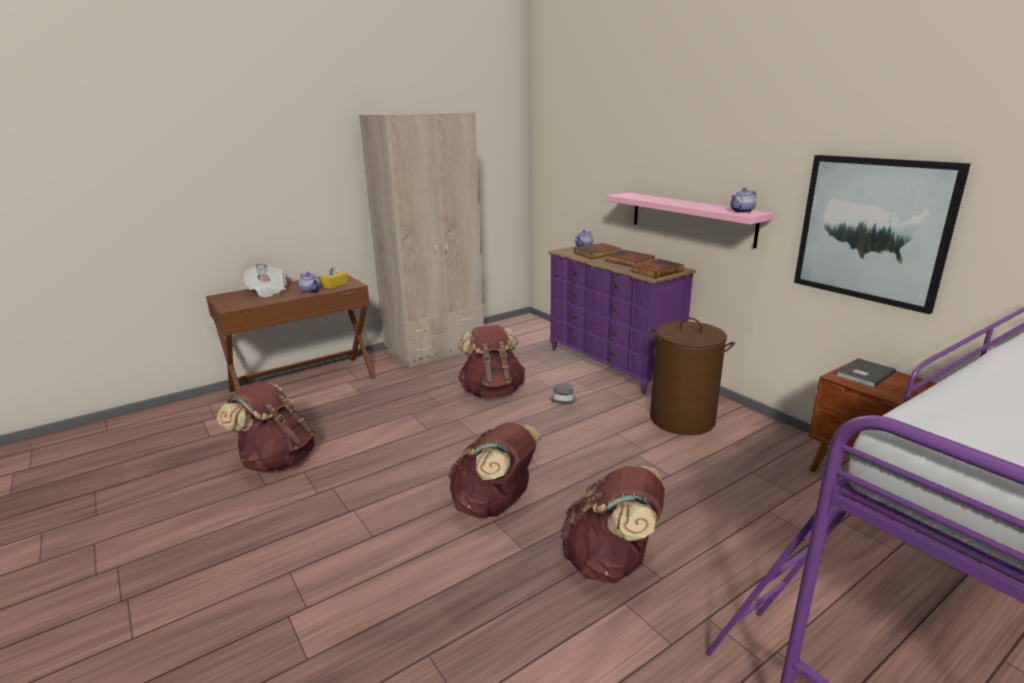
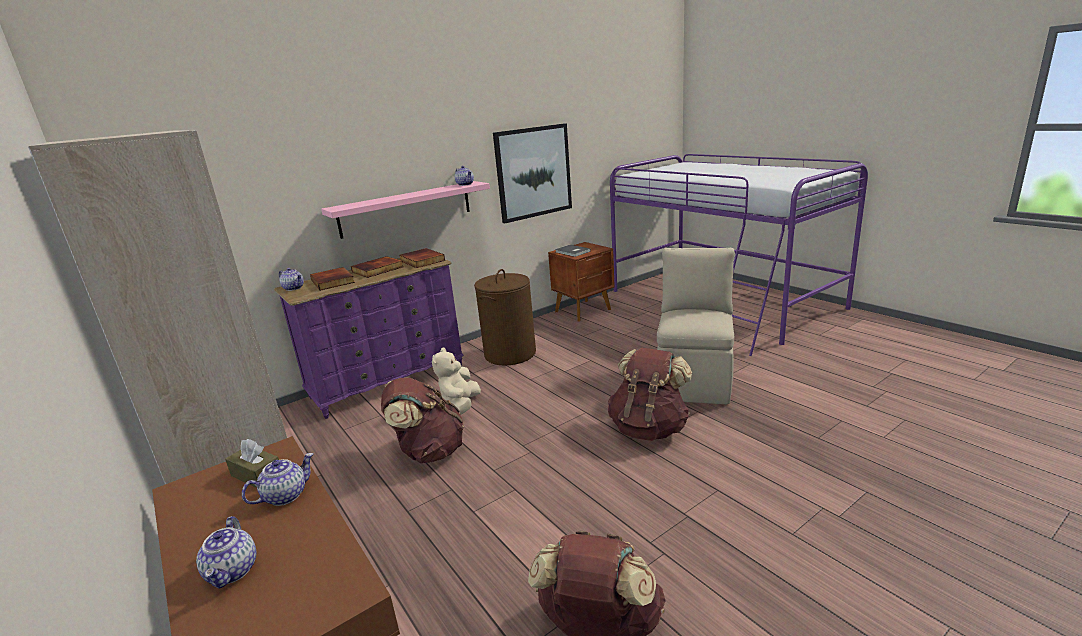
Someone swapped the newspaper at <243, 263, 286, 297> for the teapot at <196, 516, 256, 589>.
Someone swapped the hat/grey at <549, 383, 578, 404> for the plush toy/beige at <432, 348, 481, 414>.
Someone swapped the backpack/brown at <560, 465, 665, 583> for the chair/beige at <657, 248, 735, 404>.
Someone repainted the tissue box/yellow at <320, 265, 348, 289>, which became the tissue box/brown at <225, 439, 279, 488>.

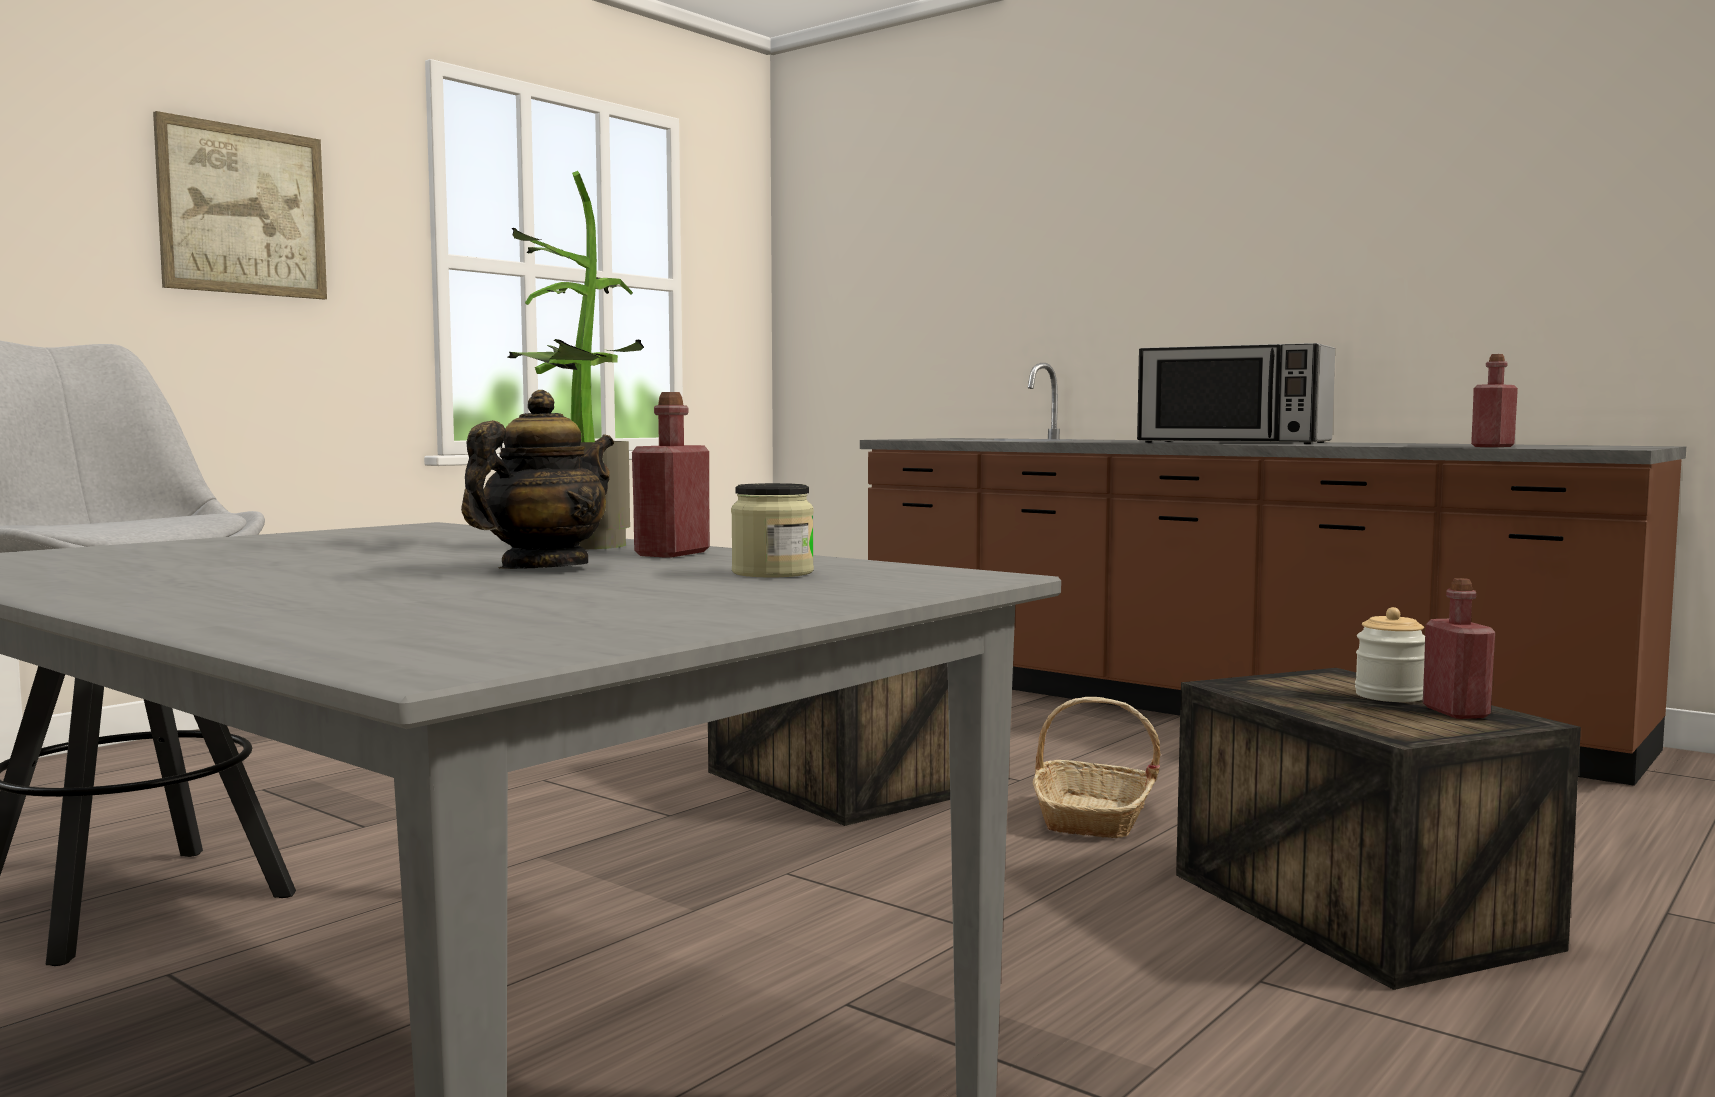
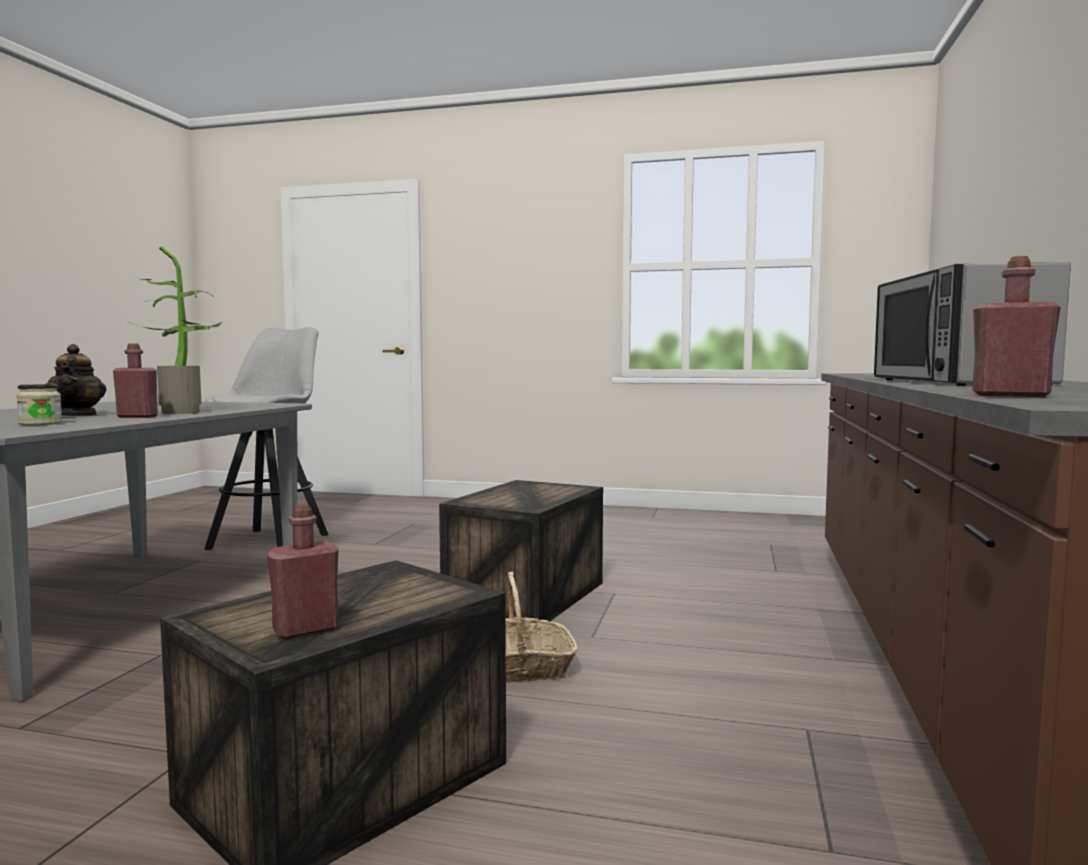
Someone took away the picture at <153, 111, 327, 299>.
Someone took away the jar at <1355, 607, 1425, 702>.
Someone rotated the teapot at <461, 390, 614, 569> by 60 degrees clockwise.

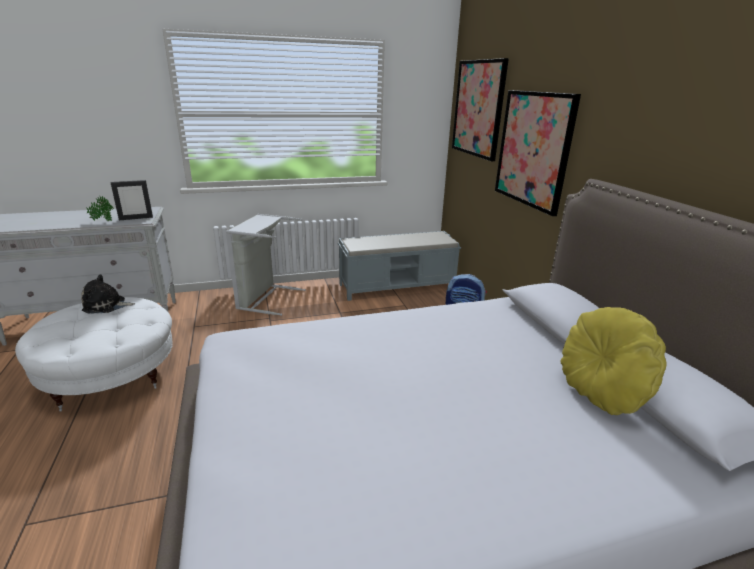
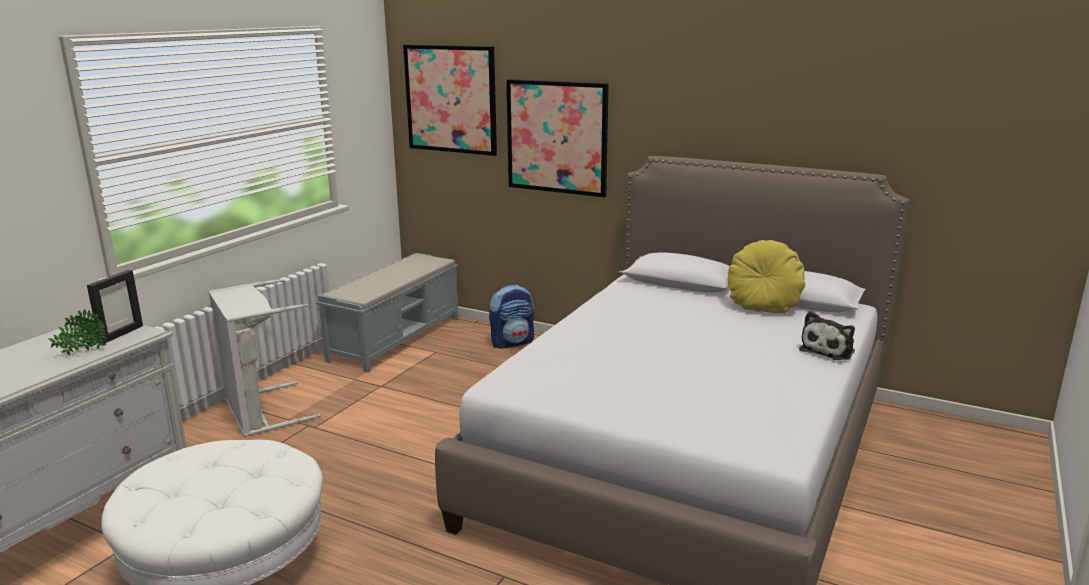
Someone carried the plush toy from <81, 274, 135, 313> to <799, 311, 855, 360>.

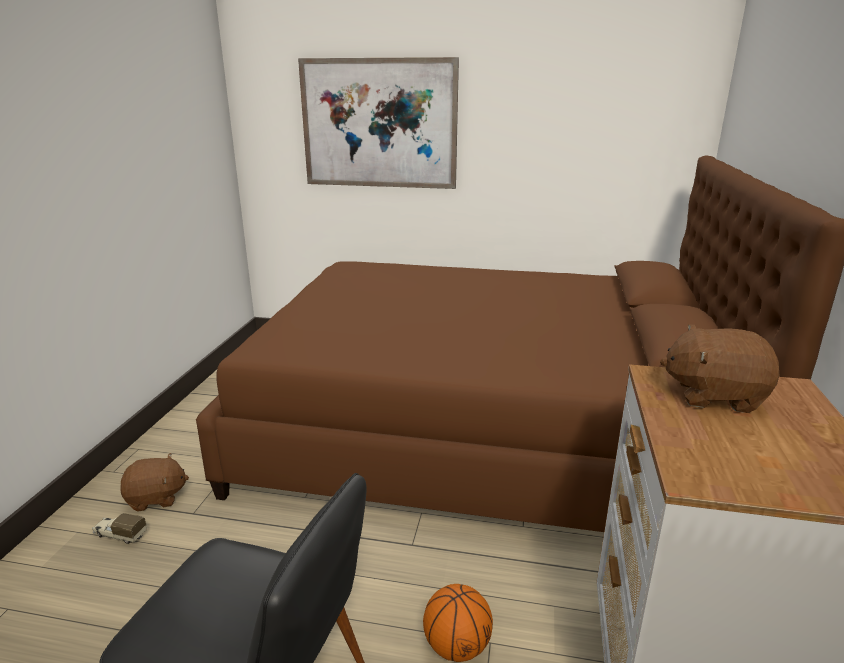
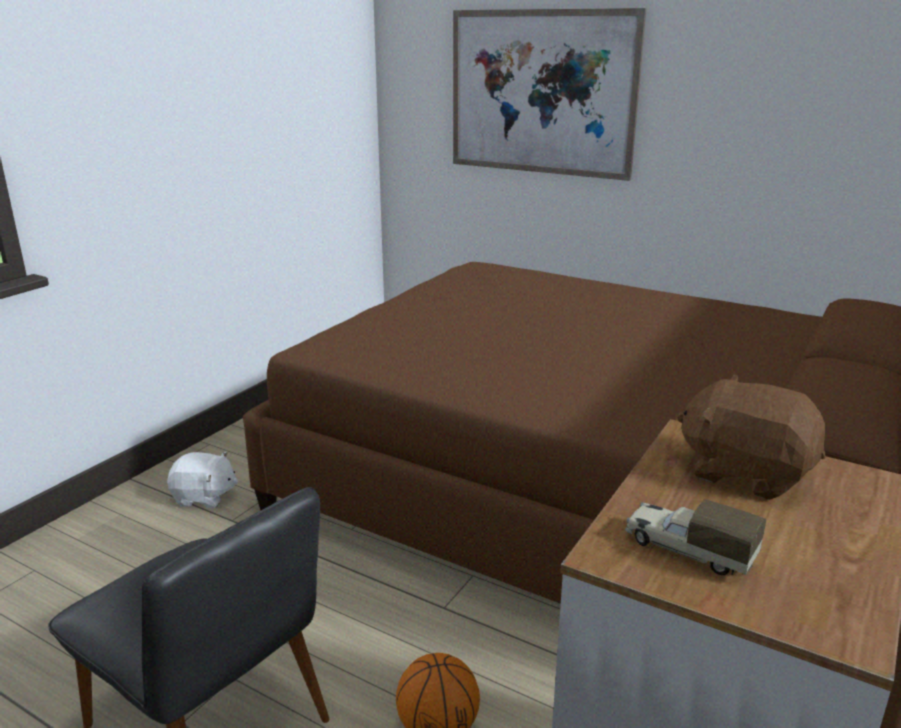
Someone carried the toy truck from <92, 513, 147, 544> to <625, 500, 766, 575>.
Someone repainted the plush toy/brown at <121, 453, 189, 512>, which became the plush toy/white at <167, 451, 238, 508>.

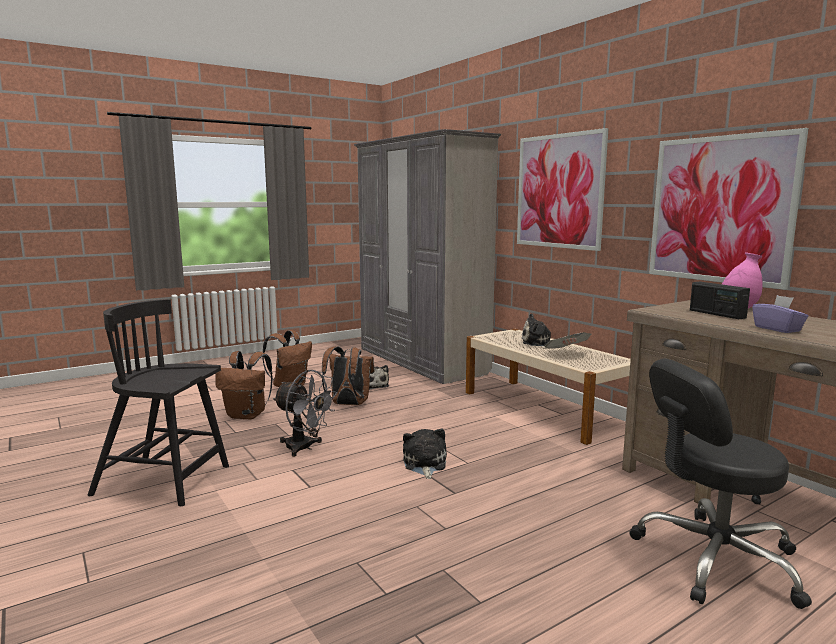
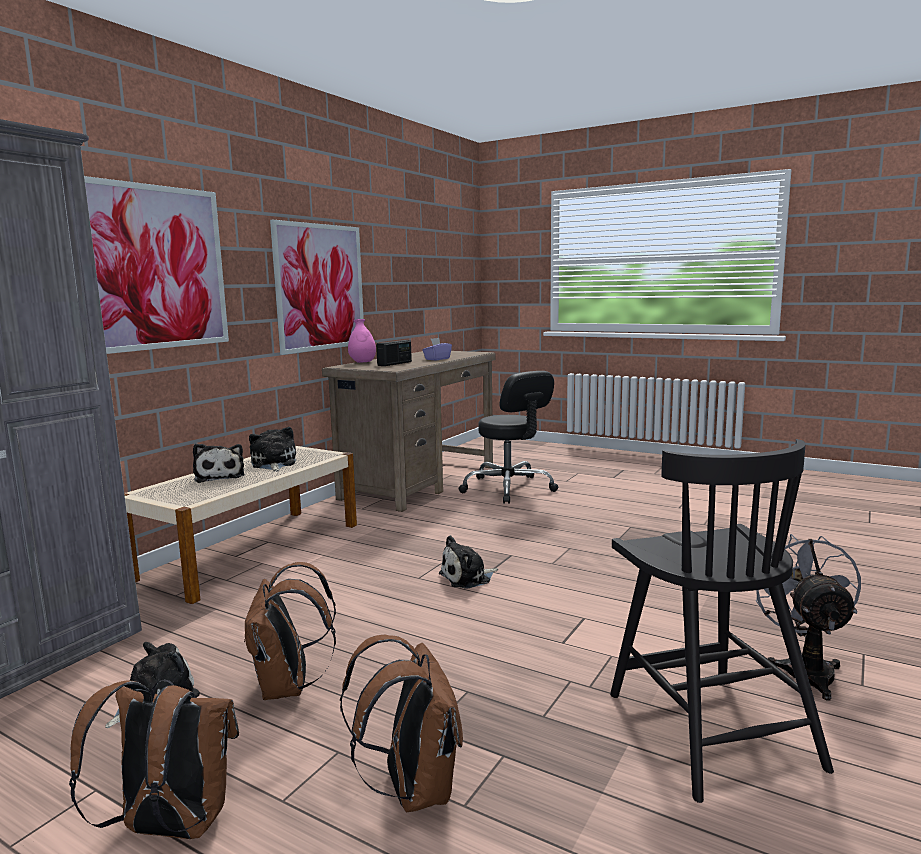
Someone carried the fan/grey from <273, 370, 337, 457> to <756, 534, 861, 701>.
Someone swapped the newspaper at <544, 332, 592, 349> for the plush toy at <249, 427, 296, 472>.

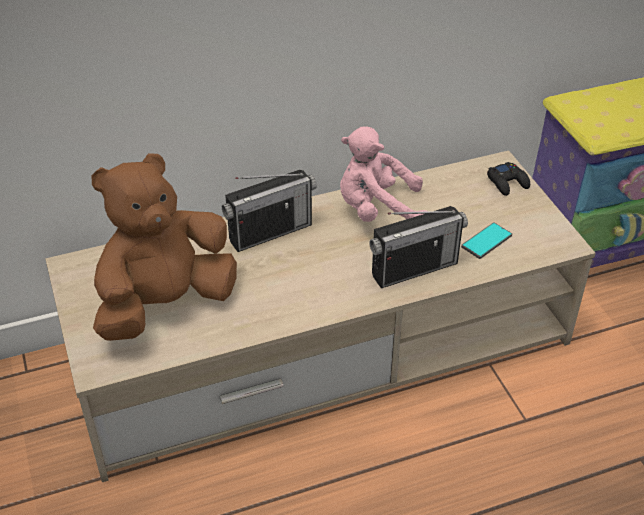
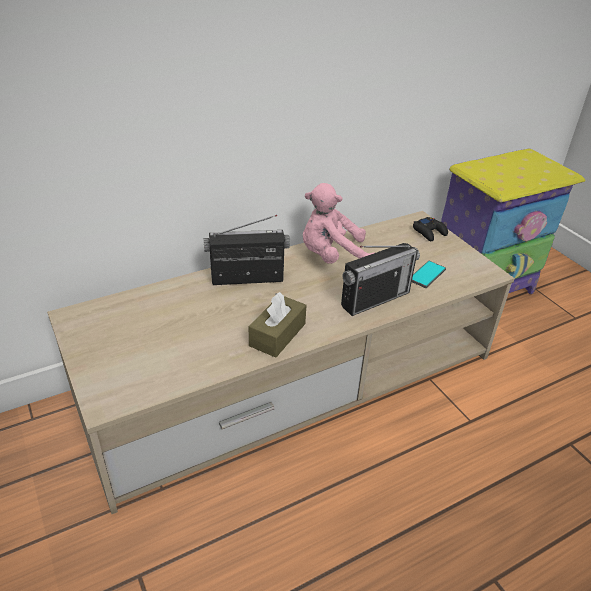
Someone took away the plush toy/brown at <92, 153, 237, 341>.
Someone put down the tissue box/brown at <249, 292, 306, 358>.
Someone rotated the radio at <222, 170, 317, 252> by 150 degrees counterclockwise.

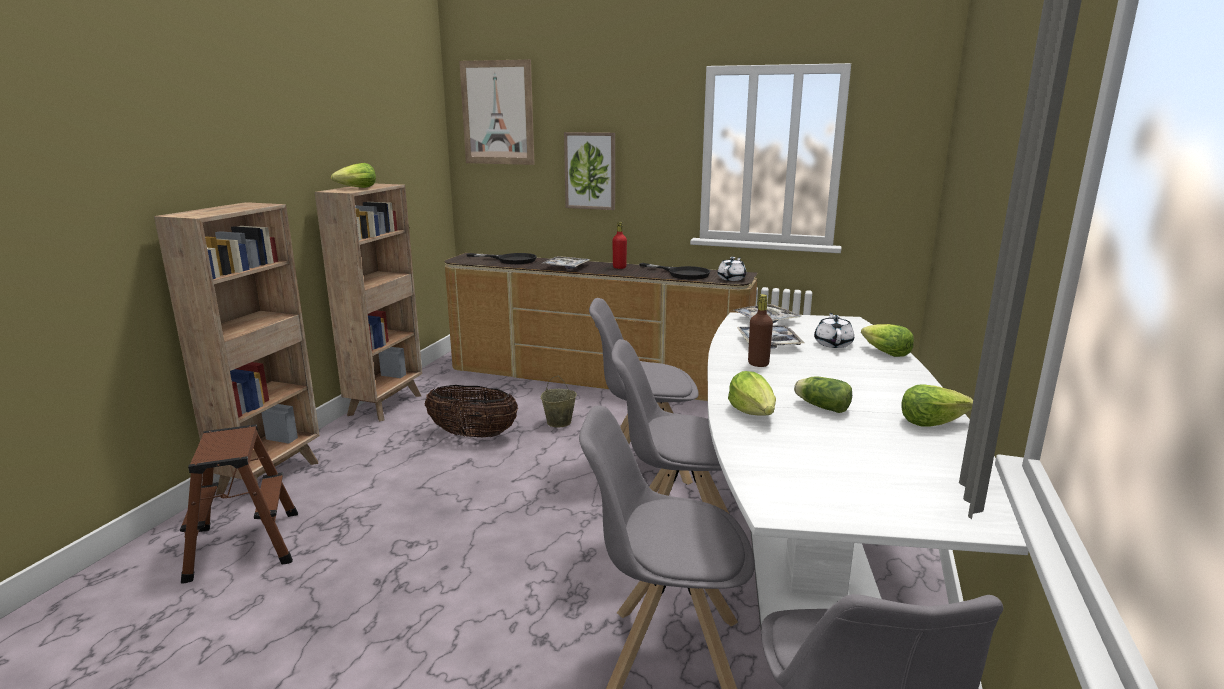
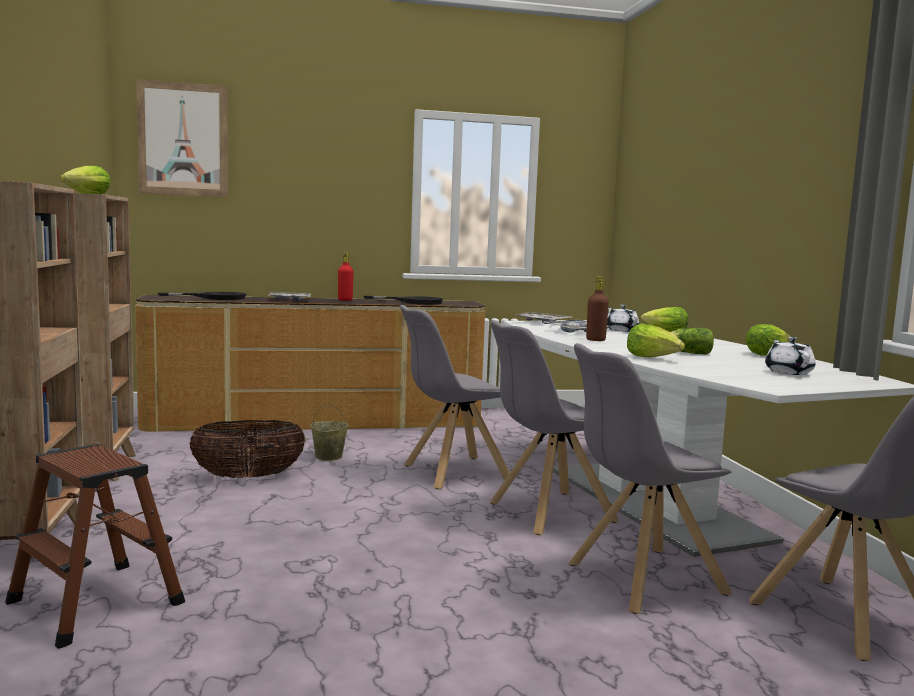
Someone took away the picture at <564, 132, 615, 210>.
Someone carried the teapot/white from <717, 257, 746, 281> to <765, 337, 815, 375>.

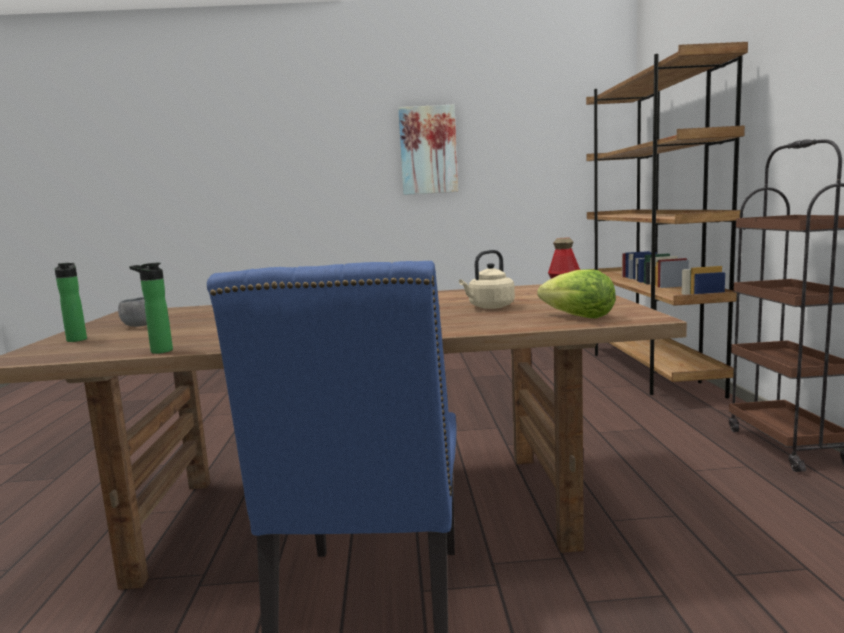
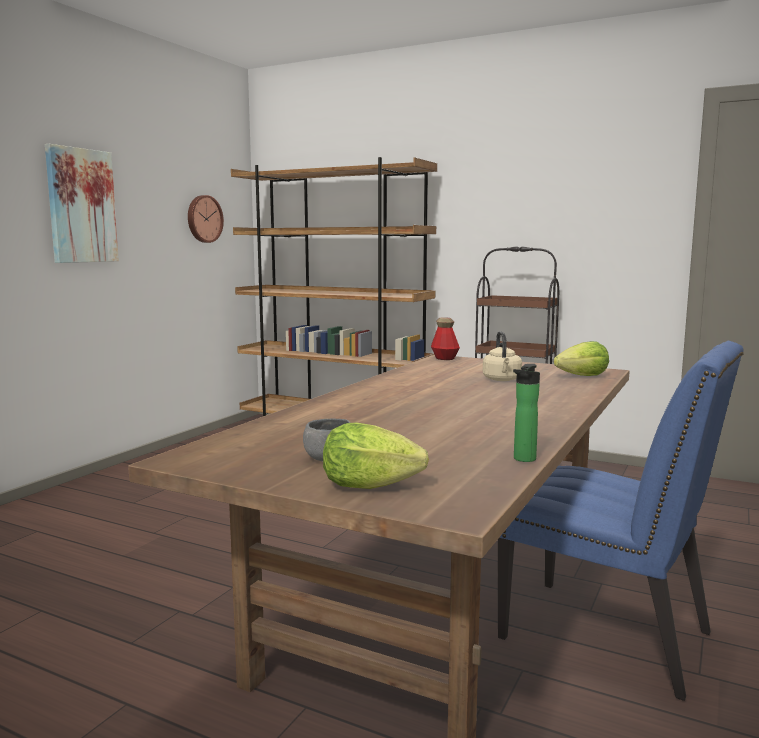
Someone put up the wall clock at <188, 195, 224, 243>.
Someone swapped the bottle at <55, 263, 87, 342> for the lettuce at <323, 422, 429, 489>.

